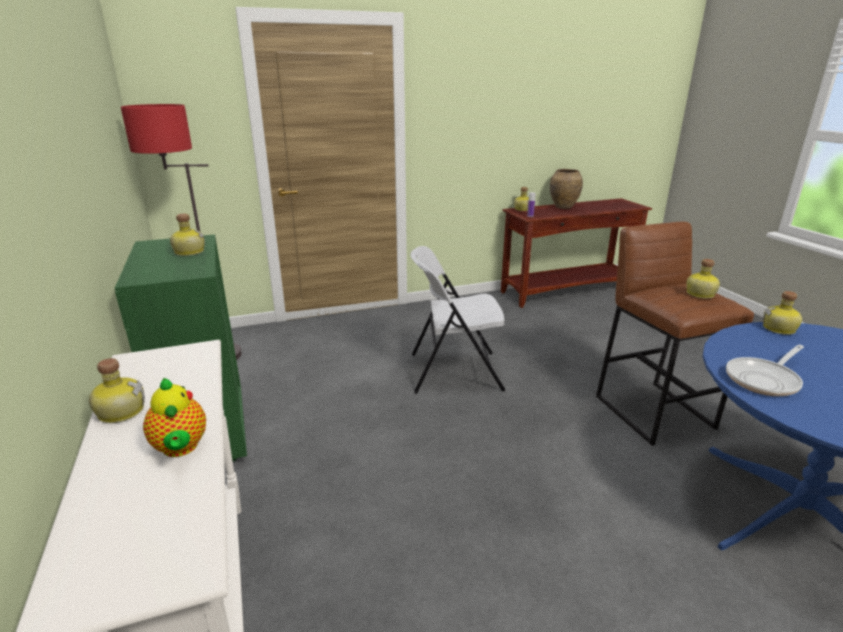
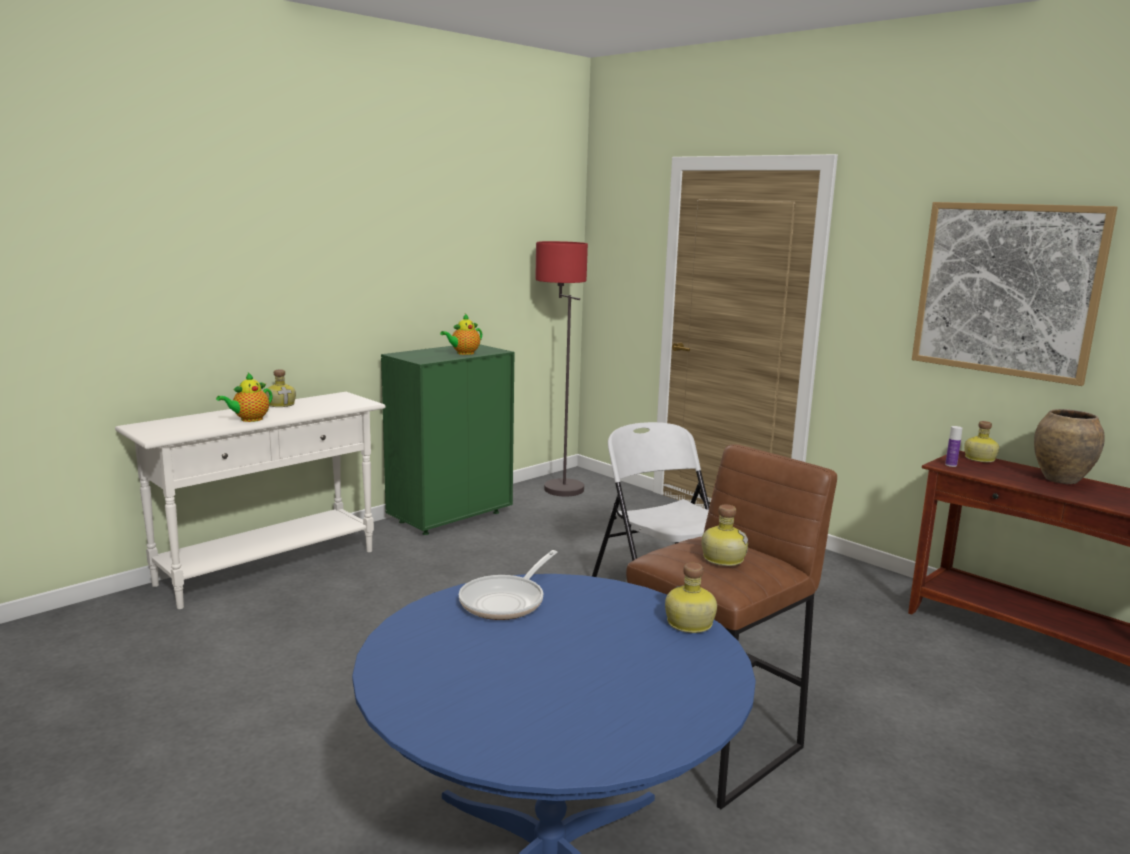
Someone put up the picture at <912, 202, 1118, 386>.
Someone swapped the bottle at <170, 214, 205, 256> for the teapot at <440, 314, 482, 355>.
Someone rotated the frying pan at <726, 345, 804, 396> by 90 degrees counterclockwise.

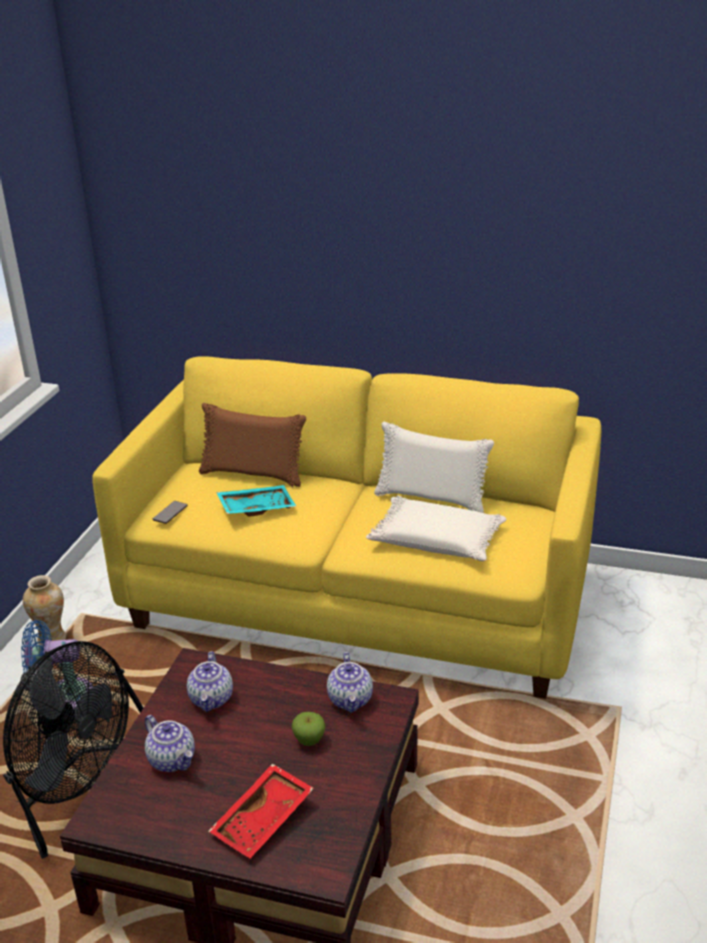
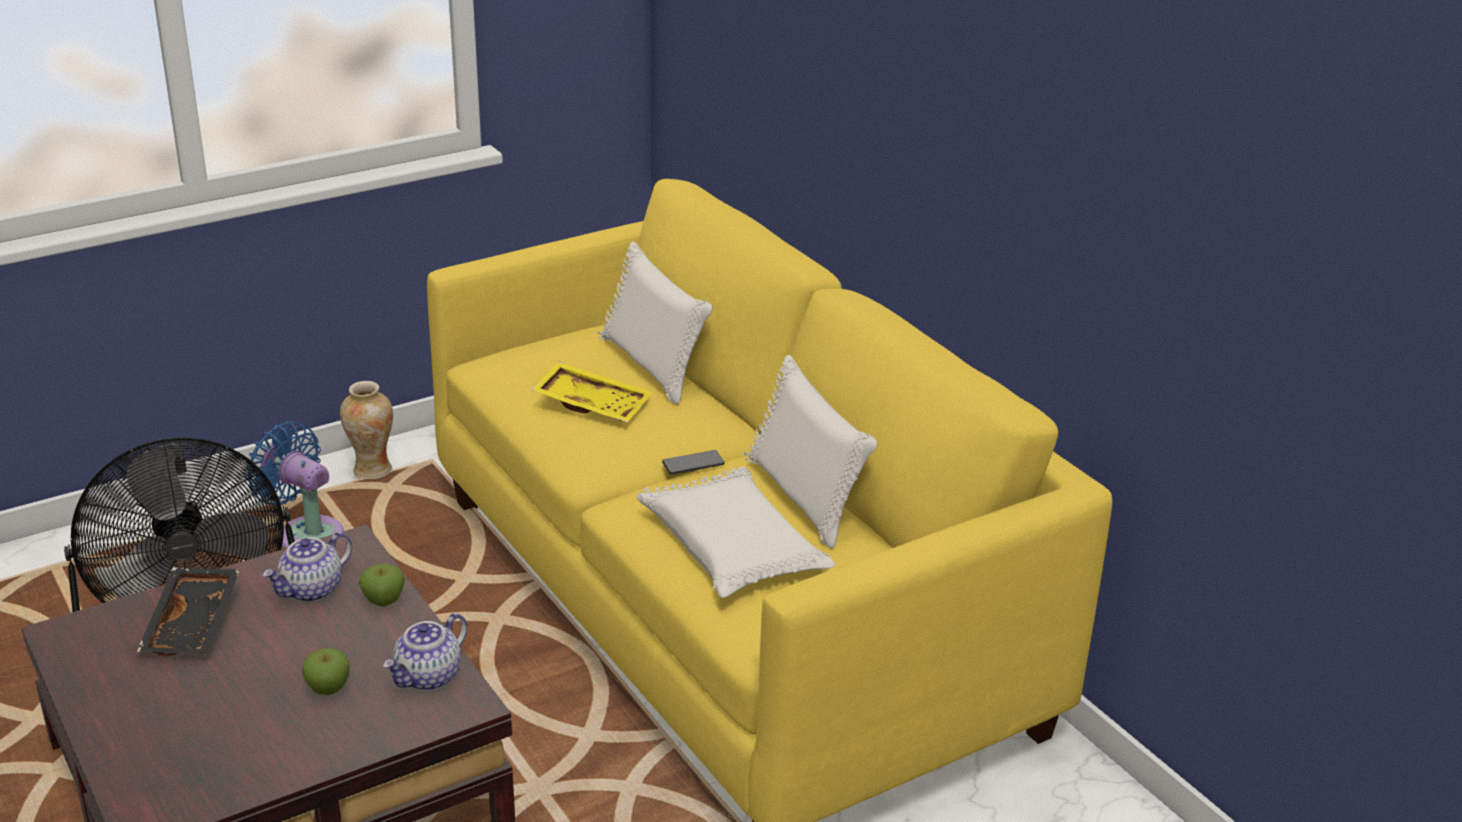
Someone took away the tray/red at <208, 764, 314, 858>.
Someone put down the apple at <359, 564, 405, 607>.
Someone carried the phone from <153, 501, 188, 524> to <662, 450, 725, 474>.
Someone swapped the teapot at <145, 715, 195, 772> for the tray/black at <137, 568, 240, 656>.
Someone repainted the pillow/brown at <199, 403, 306, 487>, which became the pillow/white at <597, 242, 713, 405>.
Someone repainted the tray/turquoise at <216, 485, 297, 516>, which became the tray/yellow at <531, 361, 652, 423>.

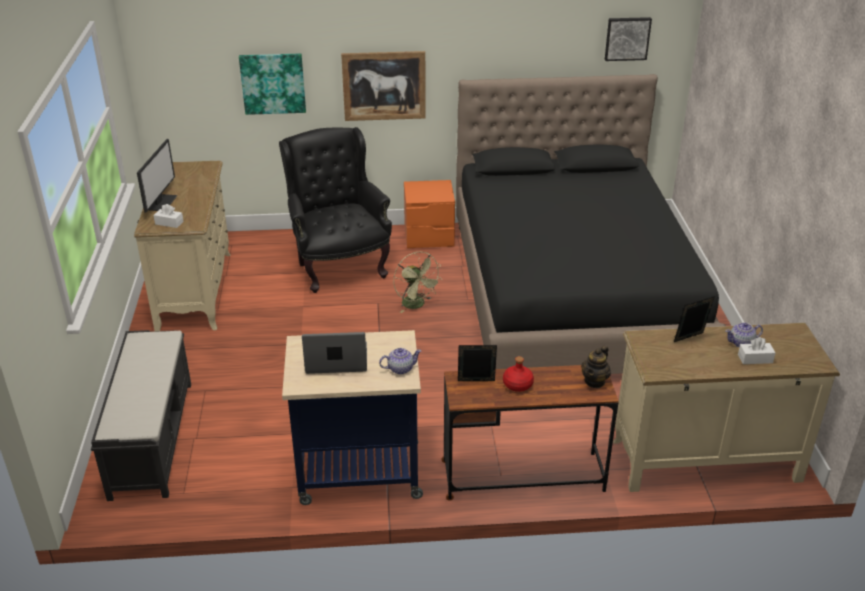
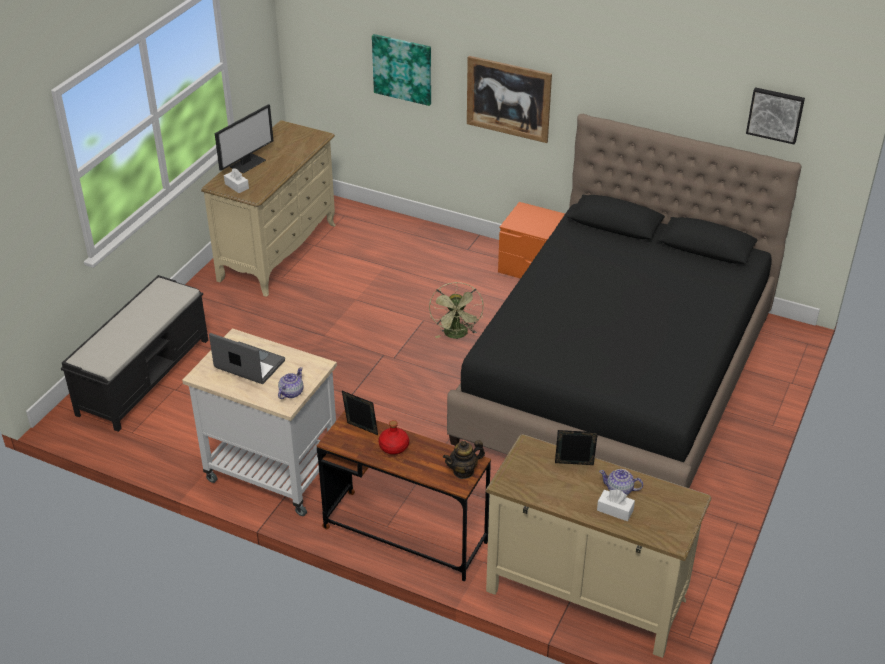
Someone took away the armchair/black at <279, 127, 392, 293>.
Someone repainted the cart/blue at <282, 330, 423, 505>, which became the cart/white at <182, 328, 337, 516>.
Someone rotated the teapot at <379, 348, 422, 374> by 75 degrees counterclockwise.

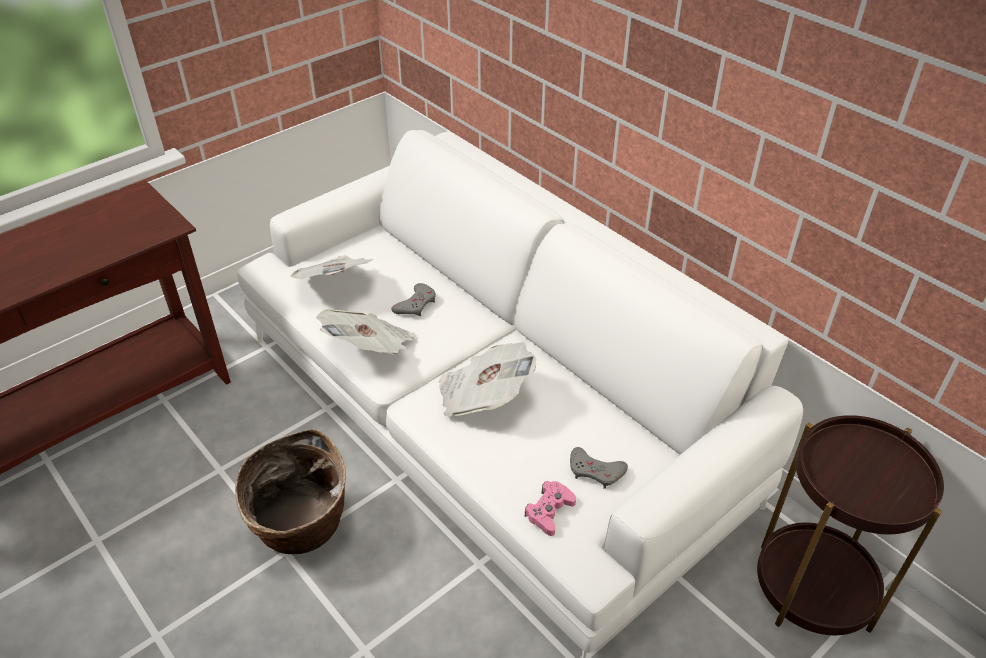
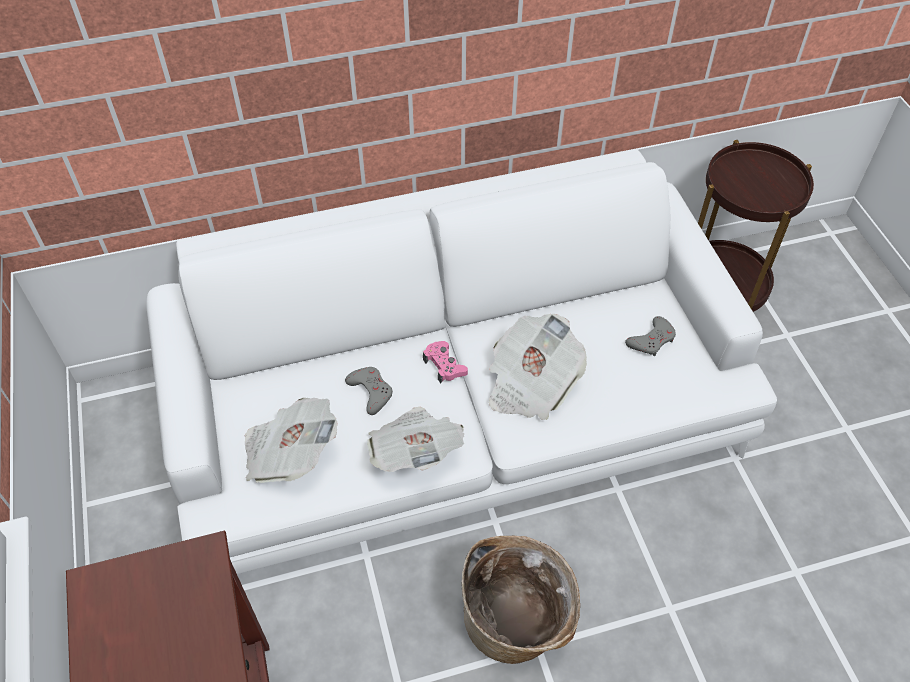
Someone carried the game controller/pink from <525, 481, 576, 536> to <423, 341, 468, 383>.

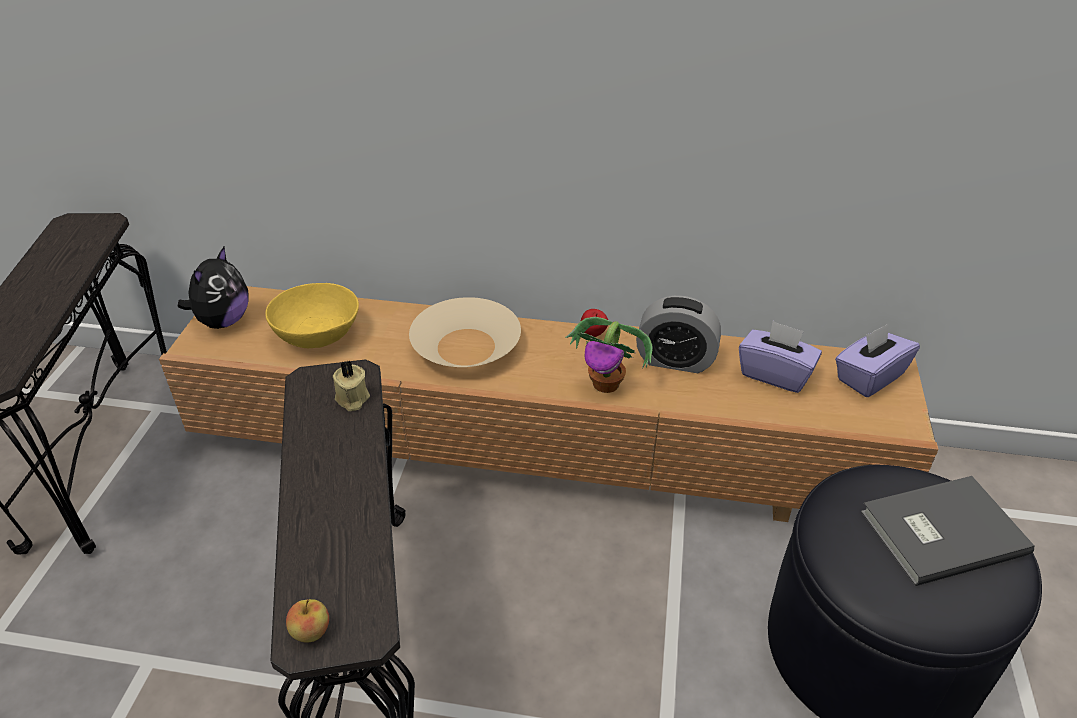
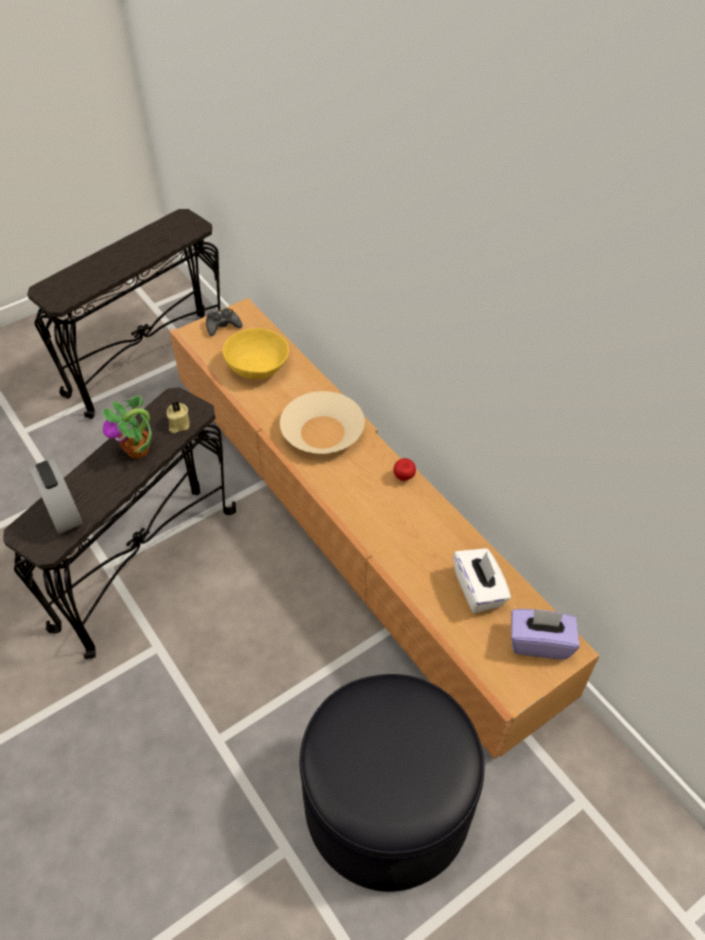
Someone took away the apple at <286, 599, 329, 643>.
Someone took away the book/grey at <861, 476, 1035, 586>.
Someone carried the potted plant from <565, 317, 653, 393> to <102, 395, 152, 458>.
Someone carried the alarm clock from <636, 296, 721, 373> to <29, 458, 83, 534>.
Someone swapped the plush toy at <178, 247, 249, 329> for the game controller/black at <206, 308, 242, 336>.
Someone repainted the tissue box/purple at <739, 321, 822, 393>, which became the tissue box/white at <453, 548, 511, 613>.

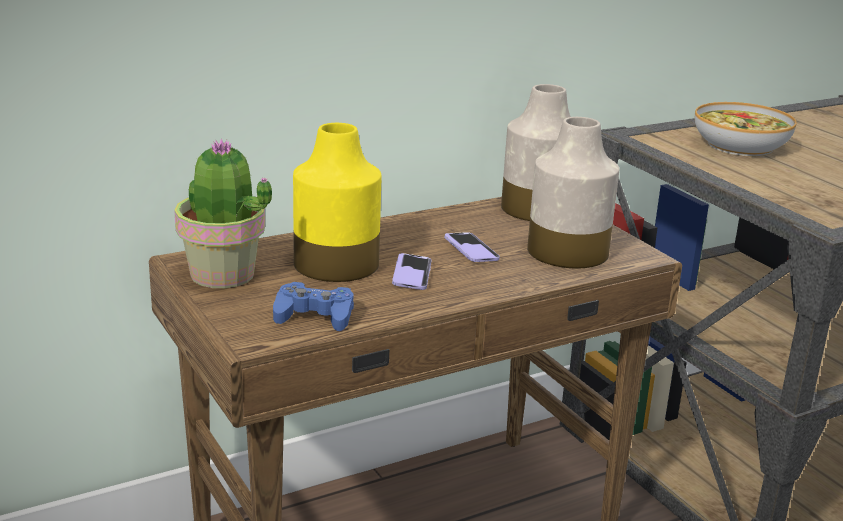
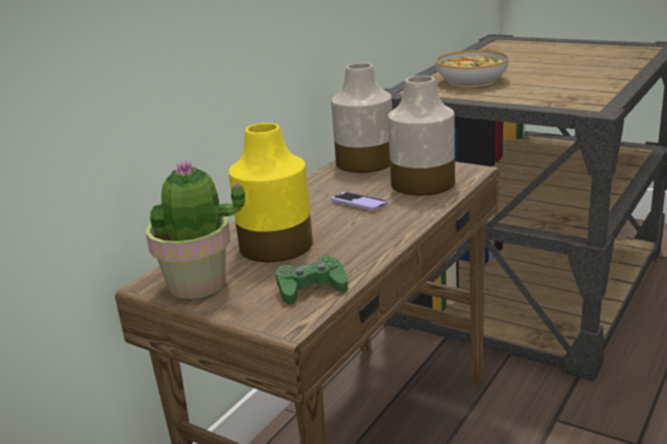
Someone took away the phone at <392, 253, 432, 290>.
Someone repainted the game controller/blue at <273, 282, 354, 331>, which became the game controller/green at <276, 256, 348, 305>.

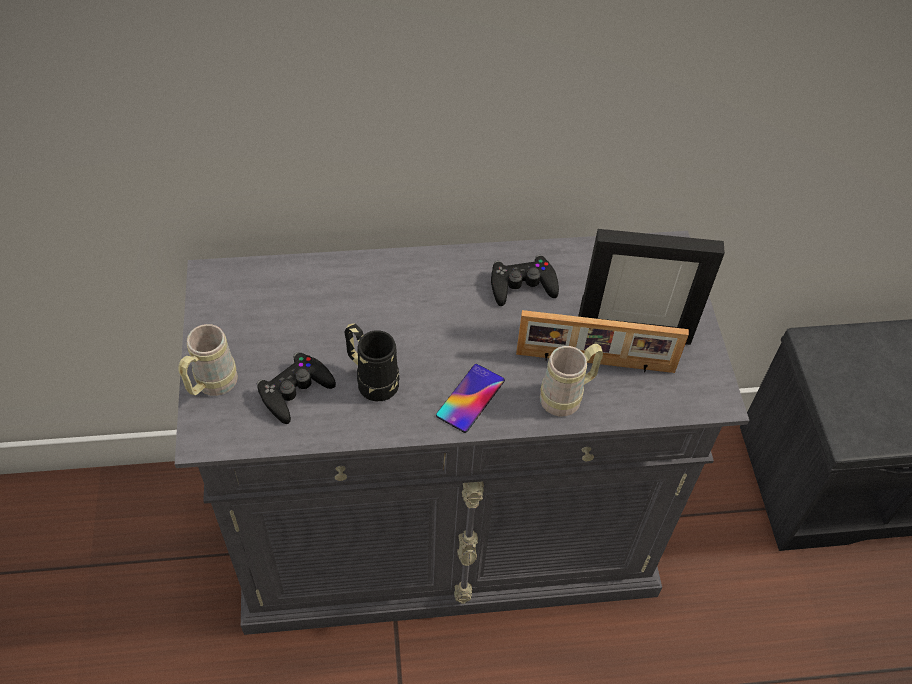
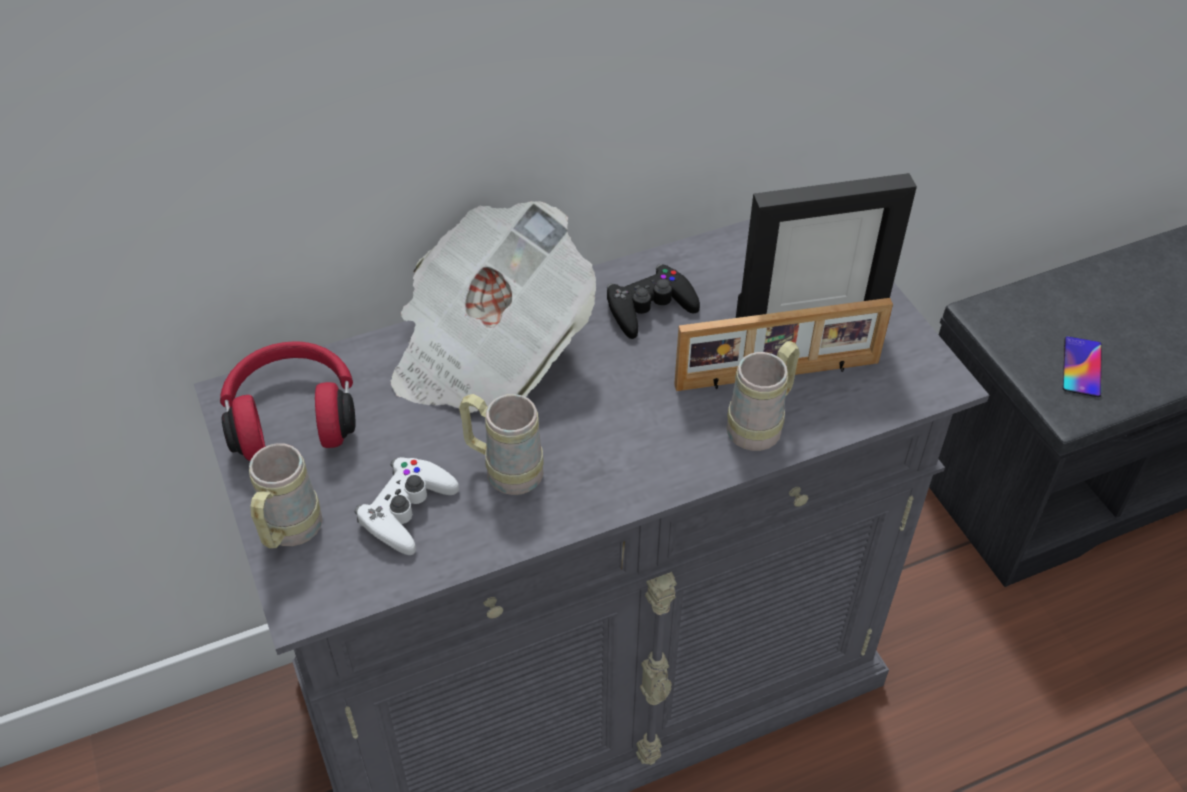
Someone put down the headphones/red at <220, 341, 355, 461>.
Someone put down the newspaper at <390, 201, 596, 413>.
Someone carried the phone from <436, 364, 505, 433> to <1063, 336, 1102, 397>.
Someone repainted the game controller/black at <257, 352, 336, 424>, which became the game controller/white at <355, 457, 459, 555>.
Someone repainted the mug/black at <344, 323, 399, 401>, which became the mug/beige at <459, 394, 544, 495>.

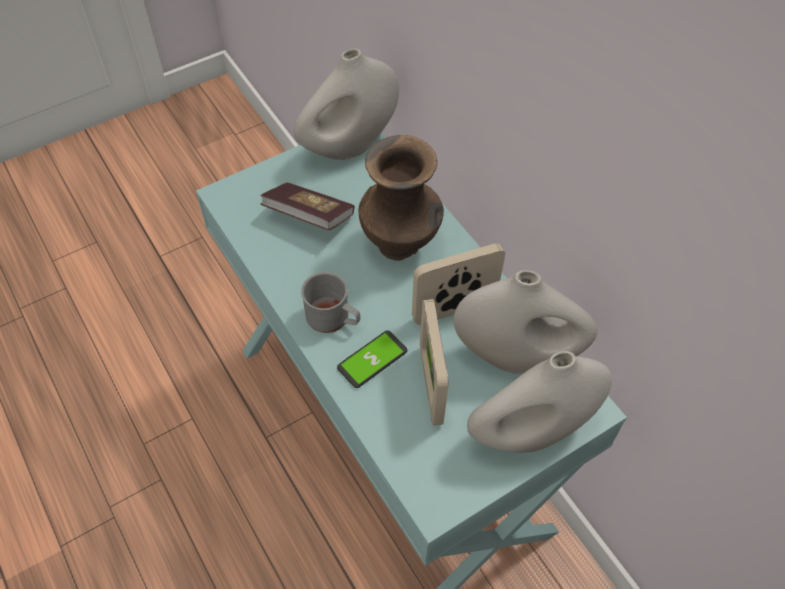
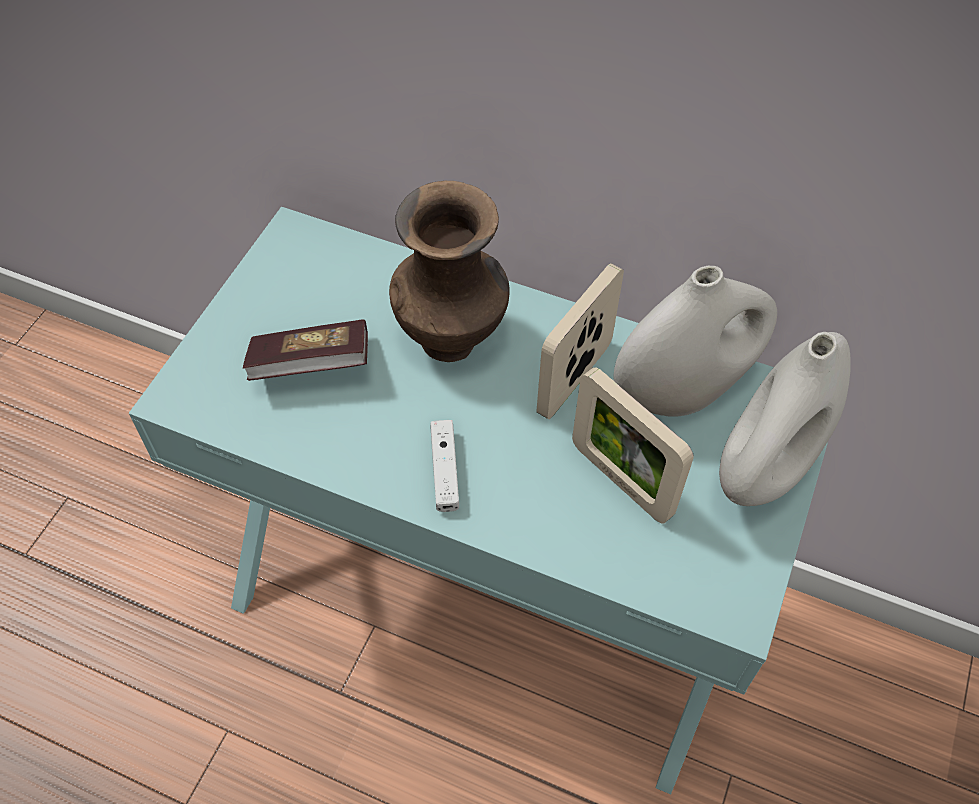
Someone took away the vase/white at <293, 48, 399, 160>.
Someone took away the phone at <337, 330, 407, 388>.
Someone swapped the mug/grey at <301, 272, 360, 333> for the game controller/white at <431, 420, 459, 512>.

